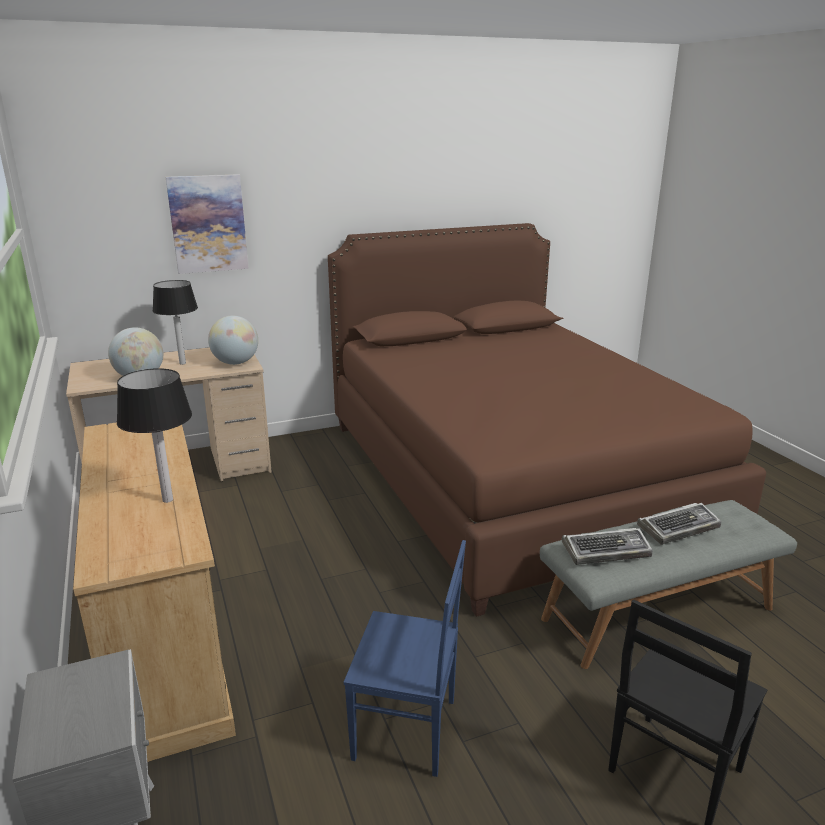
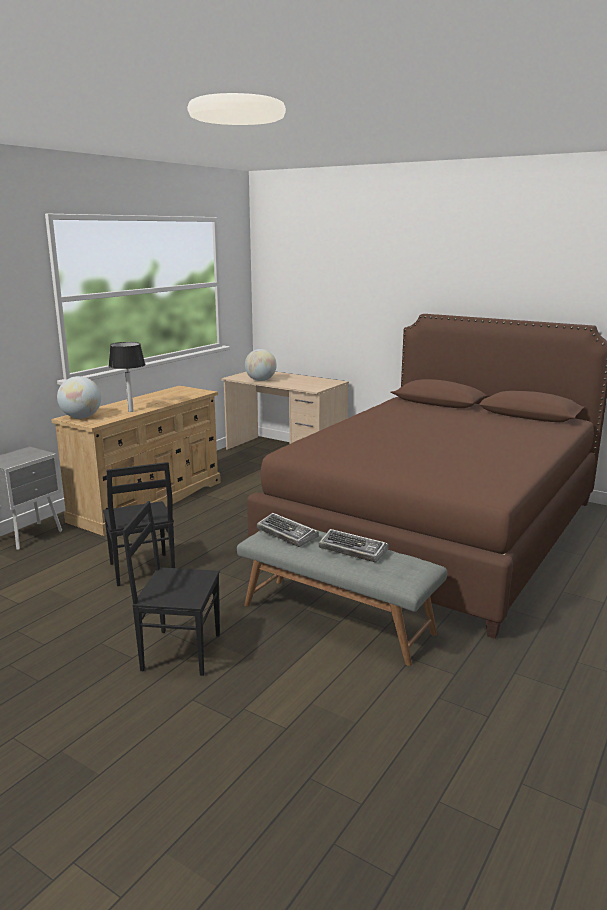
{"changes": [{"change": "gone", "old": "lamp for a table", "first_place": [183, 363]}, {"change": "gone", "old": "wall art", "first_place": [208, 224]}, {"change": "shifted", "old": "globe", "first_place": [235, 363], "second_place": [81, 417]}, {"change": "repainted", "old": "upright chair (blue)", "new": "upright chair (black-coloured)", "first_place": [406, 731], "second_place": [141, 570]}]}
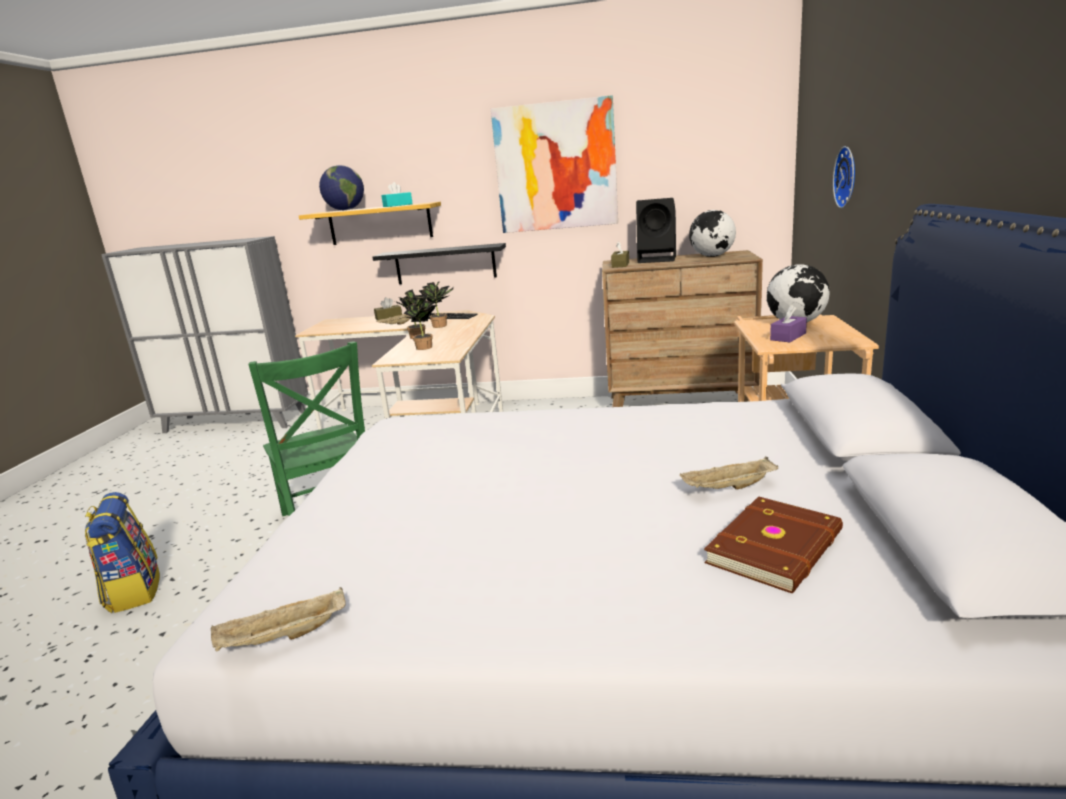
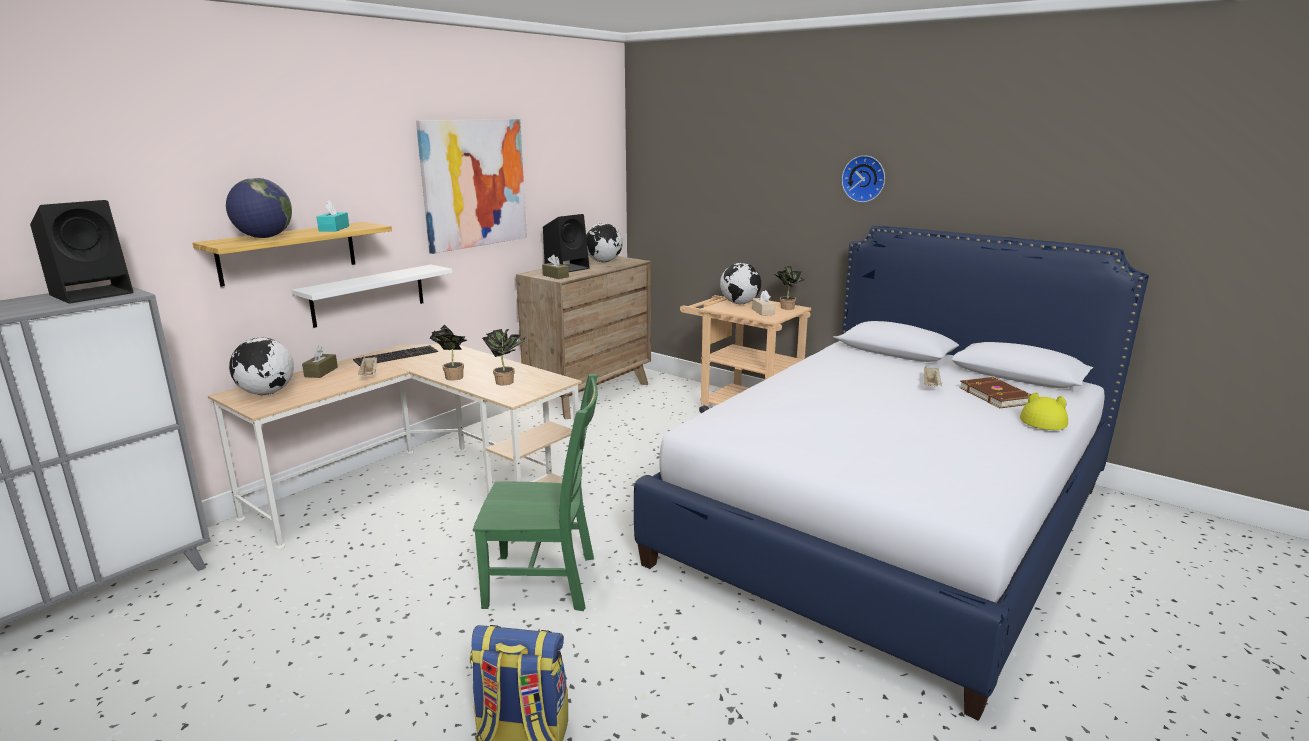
{"changes": [{"change": "gone", "old": "tray (beige-coloured)", "first_place": [283, 638]}, {"change": "new", "new": "loudspeaker (black-coloured)", "second_place": [94, 294]}, {"change": "new", "new": "globe", "second_place": [266, 393]}, {"change": "new", "new": "clothing hat (yellow)", "second_place": [1042, 419]}, {"change": "shifted", "old": "potted plant", "first_place": [442, 325], "second_place": [787, 307]}, {"change": "shifted", "old": "wall clock", "first_place": [848, 177], "second_place": [864, 178]}, {"change": "repainted", "old": "wall shelf (black-coloured)", "new": "wall shelf (white-coloured)", "first_place": [445, 264], "second_place": [368, 295]}, {"change": "repainted", "old": "tissue holder (purple-coloured)", "new": "tissue holder (beige-coloured)", "first_place": [788, 337], "second_place": [763, 312]}]}
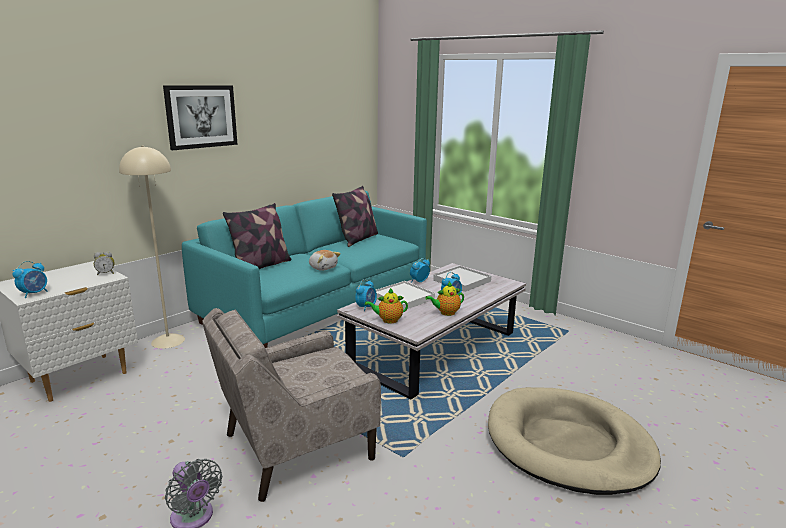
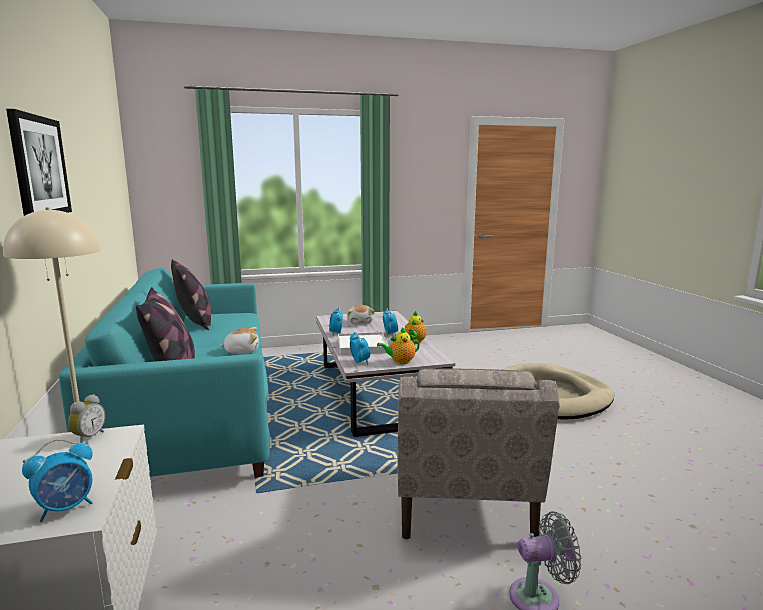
{"changes": [{"change": "swapped", "old": "tray (white-coloured)", "new": "plush toy", "first_place": [462, 281], "second_place": [360, 322]}, {"change": "rotated", "old": "bedside clock", "first_place": [34, 293], "second_place": [66, 508], "degrees": 75}, {"change": "rotated", "old": "pot for tea", "first_place": [388, 320], "second_place": [400, 361], "degrees": 45}]}
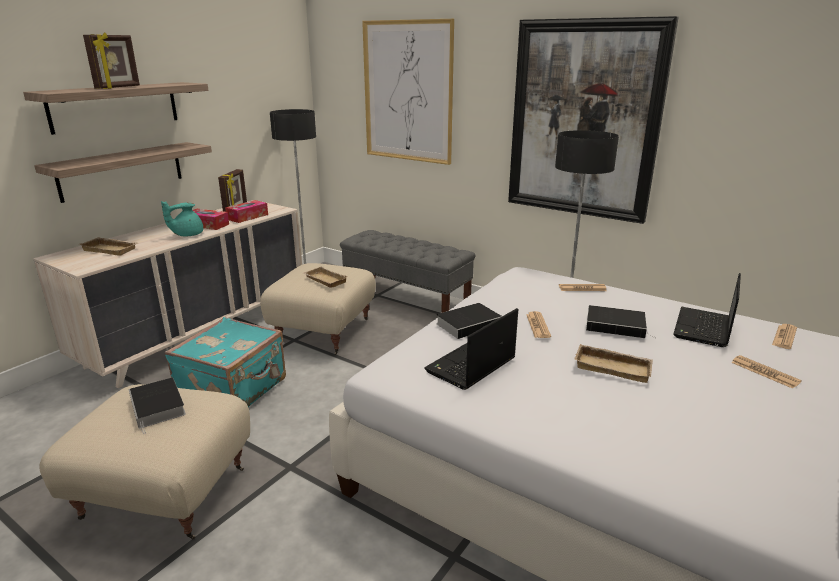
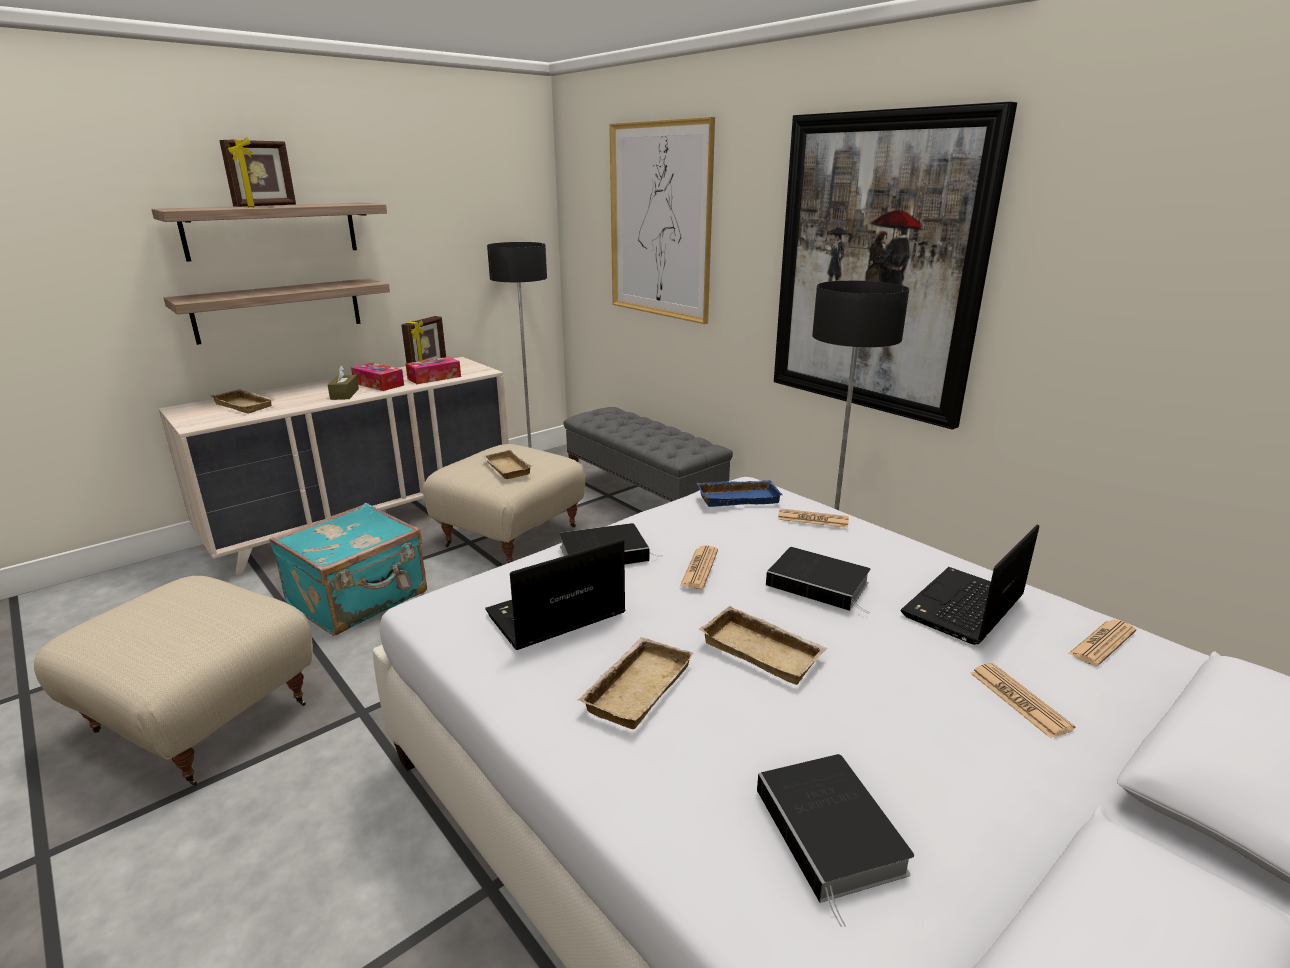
{"changes": [{"change": "new", "new": "tray (beige-coloured)", "second_place": [636, 686]}, {"change": "new", "new": "tray (blue)", "second_place": [738, 497]}, {"change": "shifted", "old": "volume", "first_place": [158, 407], "second_place": [833, 834]}, {"change": "swapped", "old": "pot for tea (blue-green)", "new": "tissue holder (brown-coloured)", "first_place": [187, 234], "second_place": [344, 394]}]}
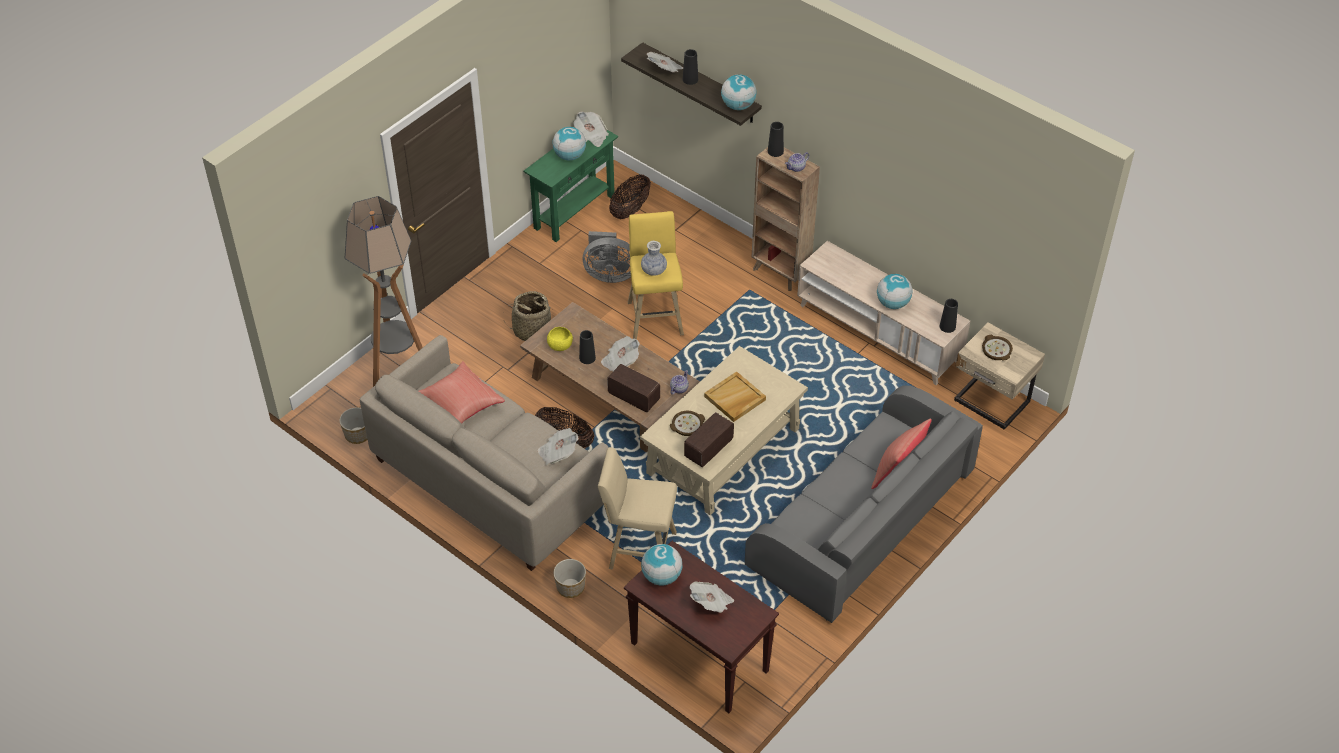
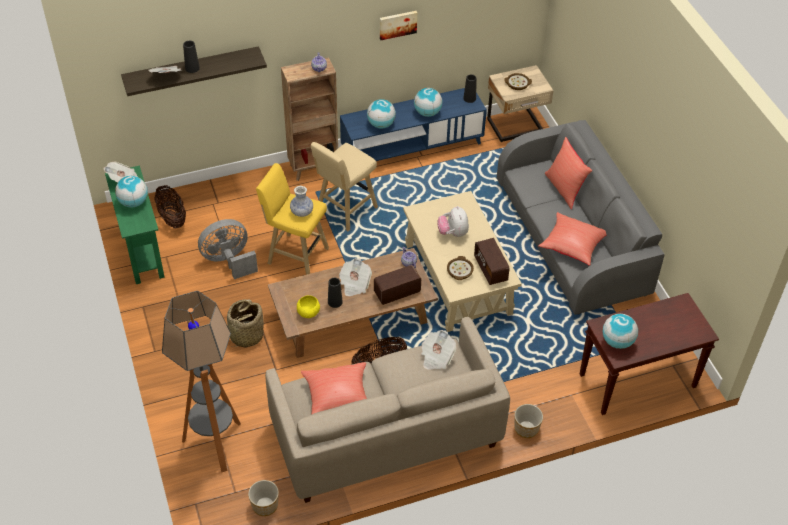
{"changes": [{"change": "gone", "old": "printed paper", "first_place": [711, 603]}, {"change": "gone", "old": "flower vase (black-coloured)", "first_place": [775, 151]}, {"change": "new", "new": "wall art", "second_place": [397, 24]}, {"change": "new", "new": "pillow (red-coloured)", "second_place": [572, 246]}, {"change": "shifted", "old": "sitting stool (beige-coloured)", "first_place": [639, 549], "second_place": [345, 210]}, {"change": "shifted", "old": "globe", "first_place": [738, 106], "second_place": [381, 124]}, {"change": "swapped", "old": "tray (beige-coloured)", "new": "plush toy", "first_place": [735, 399], "second_place": [453, 233]}, {"change": "repainted", "old": "tv unit (beige-coloured)", "new": "tv unit (blue)", "first_place": [878, 333], "second_place": [412, 147]}, {"change": "rotated", "old": "fan (greyish)", "first_place": [609, 274], "second_place": [229, 261], "degrees": -150}]}
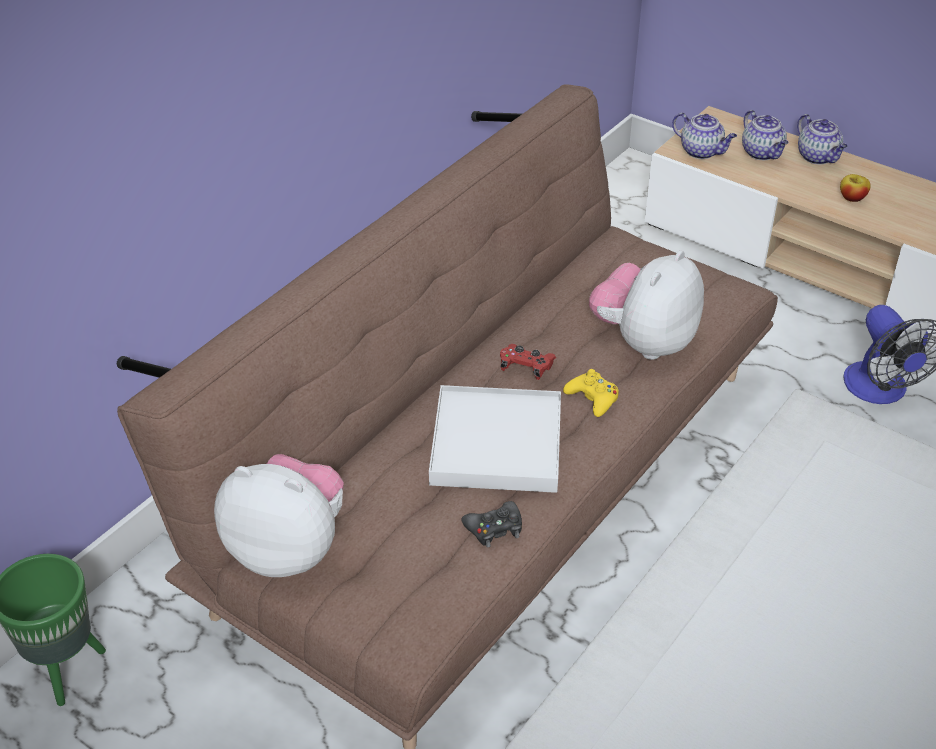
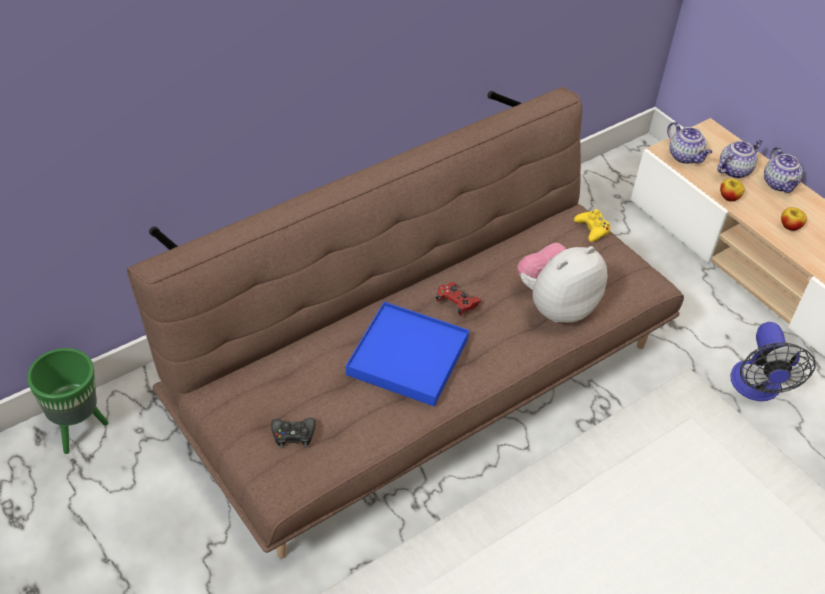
{"changes": [{"change": "gone", "old": "plush toy", "first_place": [288, 549]}, {"change": "new", "new": "apple fruit", "second_place": [729, 197]}, {"change": "shifted", "old": "joypad (black-coloured)", "first_place": [494, 529], "second_place": [293, 435]}, {"change": "shifted", "old": "joypad (yellow)", "first_place": [593, 398], "second_place": [592, 229]}, {"change": "repainted", "old": "tray (white-coloured)", "new": "tray (blue)", "first_place": [496, 443], "second_place": [407, 356]}, {"change": "rotated", "old": "pot for tea", "first_place": [762, 153], "second_place": [734, 170], "degrees": -120}]}
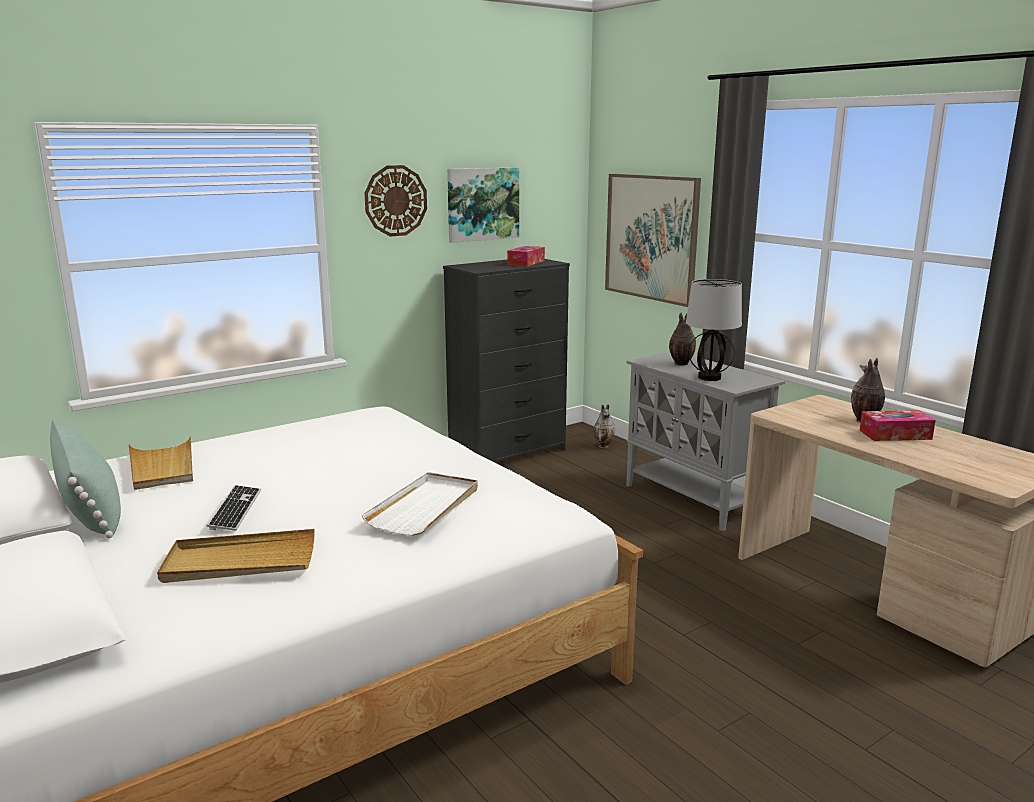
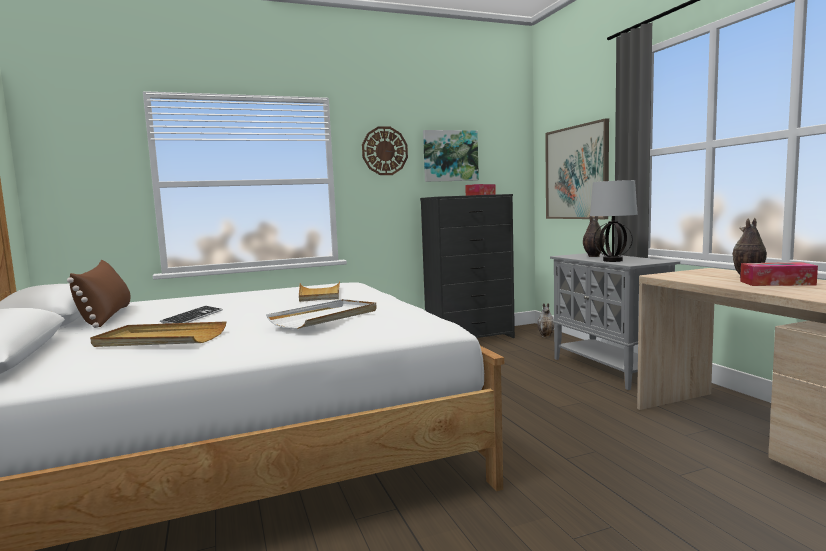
{"changes": [{"change": "shifted", "old": "tray (beige-coloured)", "first_place": [162, 467], "second_place": [319, 294]}, {"change": "repainted", "old": "pillow (greenish)", "new": "pillow (brown-coloured)", "first_place": [90, 508], "second_place": [106, 316]}]}
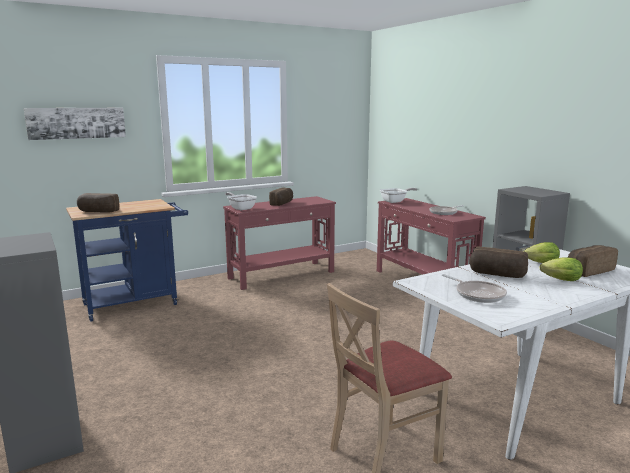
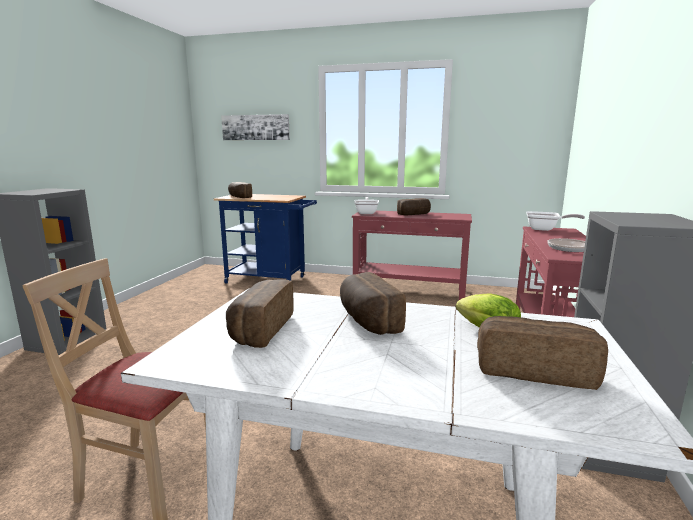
{"changes": [{"change": "gone", "old": "lettuce head", "first_place": [559, 280]}, {"change": "swapped", "old": "frying pan", "new": "bakery bread", "first_place": [477, 294], "second_place": [259, 329]}]}
